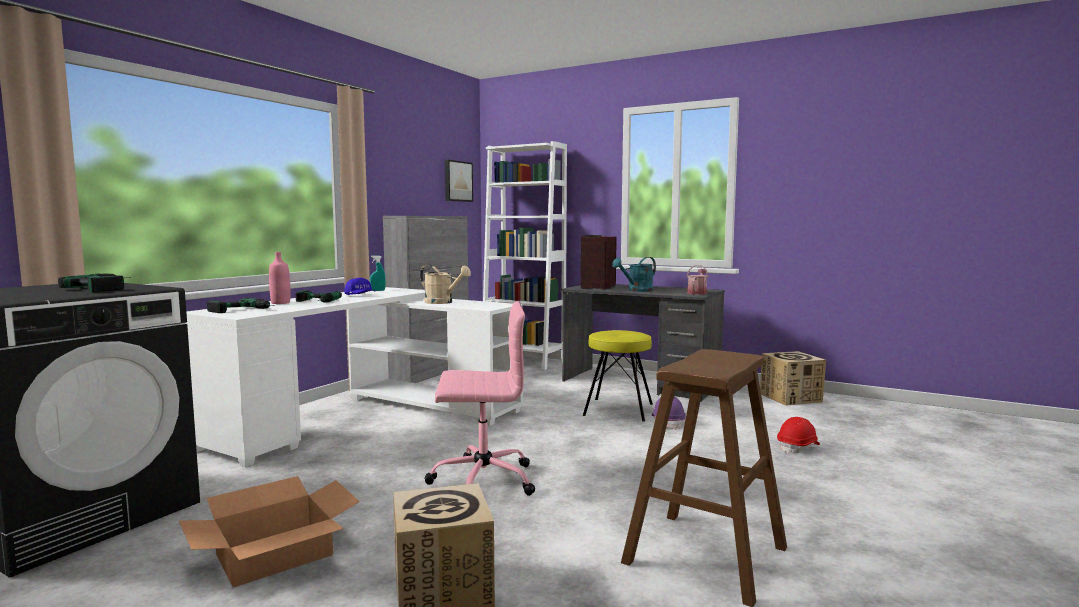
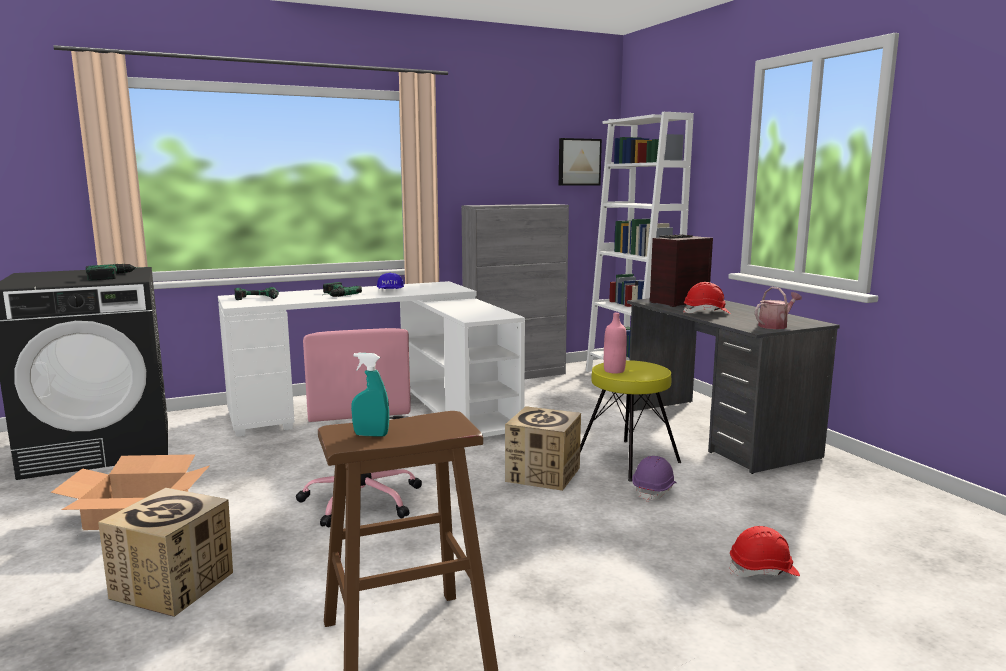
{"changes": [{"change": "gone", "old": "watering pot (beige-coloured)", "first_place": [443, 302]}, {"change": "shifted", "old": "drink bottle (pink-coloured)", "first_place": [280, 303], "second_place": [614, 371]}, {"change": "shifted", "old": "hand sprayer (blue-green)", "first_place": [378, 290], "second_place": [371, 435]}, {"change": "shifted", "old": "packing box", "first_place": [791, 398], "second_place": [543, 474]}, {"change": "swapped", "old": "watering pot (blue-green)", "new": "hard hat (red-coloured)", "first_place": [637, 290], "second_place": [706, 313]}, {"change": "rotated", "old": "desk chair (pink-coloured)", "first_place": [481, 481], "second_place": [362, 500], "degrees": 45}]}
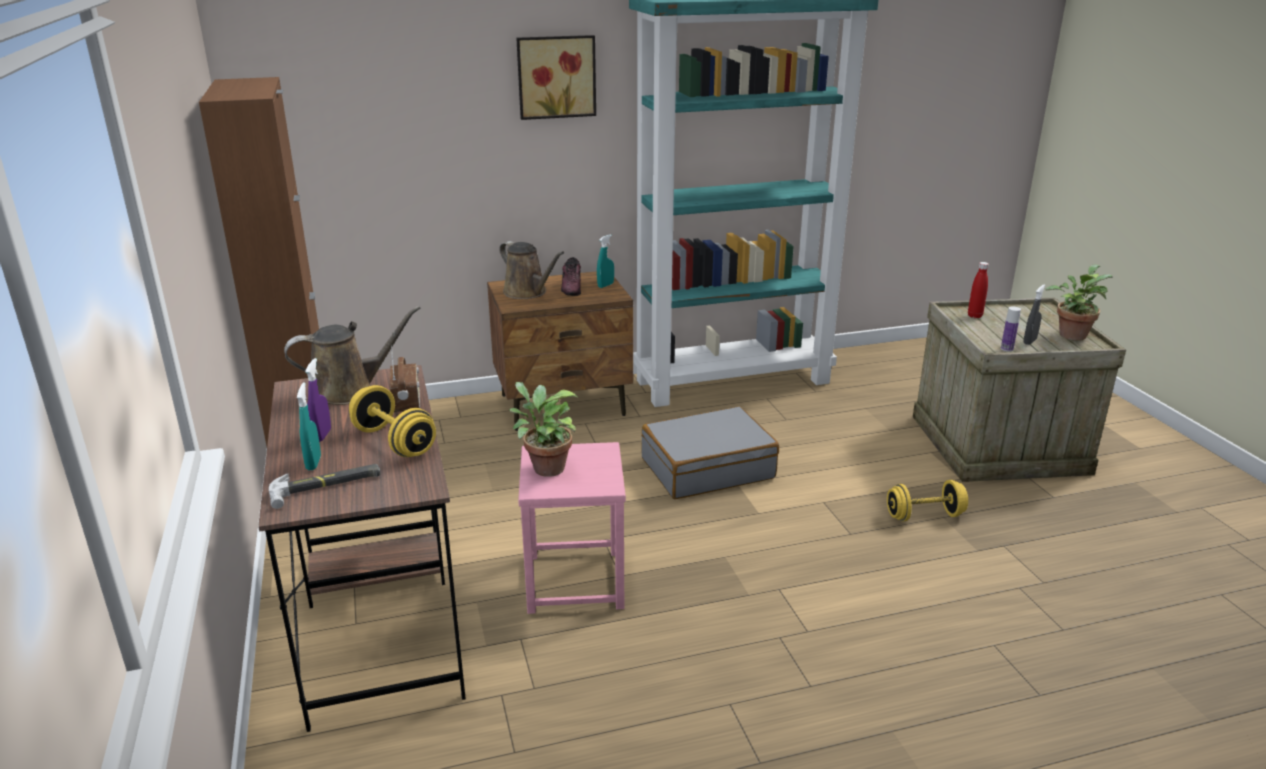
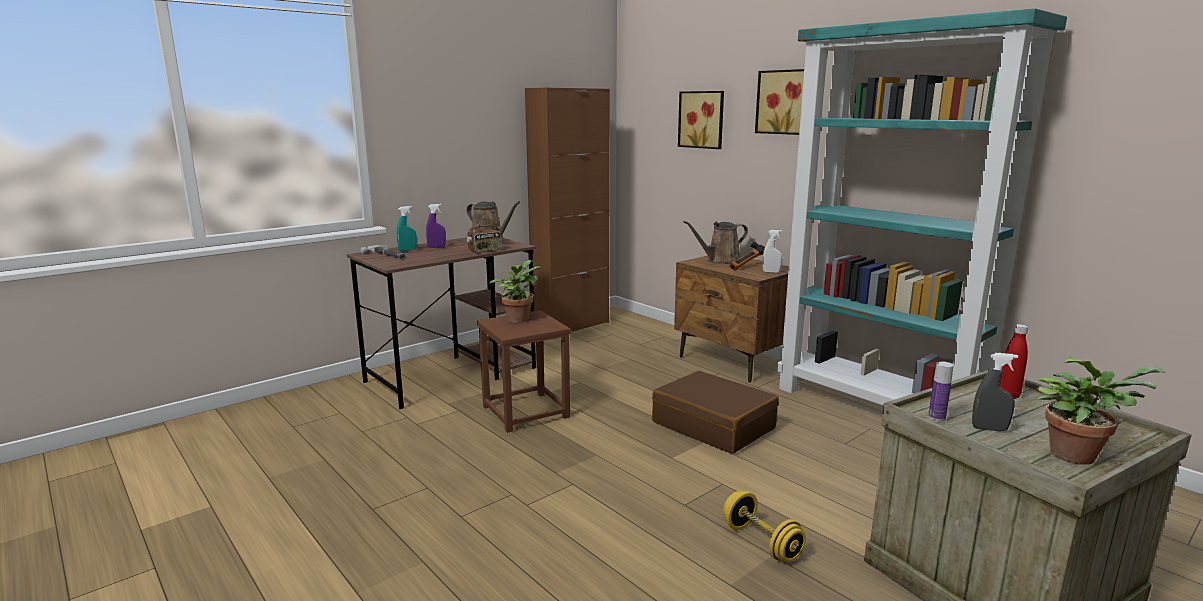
{"changes": [{"change": "gone", "old": "dumbbell (yellow)", "first_place": [394, 442]}, {"change": "new", "new": "wall art", "second_place": [702, 119]}, {"change": "swapped", "old": "low shoe", "new": "hammer", "first_place": [572, 287], "second_place": [750, 266]}, {"change": "repainted", "old": "sitting stool (pink-coloured)", "new": "sitting stool (brown-coloured)", "first_place": [576, 581], "second_place": [525, 412]}, {"change": "repainted", "old": "hand sprayer (blue-green)", "new": "hand sprayer (white-coloured)", "first_place": [605, 285], "second_place": [771, 272]}, {"change": "repainted", "old": "suitcase (greyish)", "new": "suitcase (brown-coloured)", "first_place": [707, 468], "second_place": [714, 425]}, {"change": "rotated", "old": "watering pot (brown-coloured)", "first_place": [528, 292], "second_place": [720, 261], "degrees": 45}]}
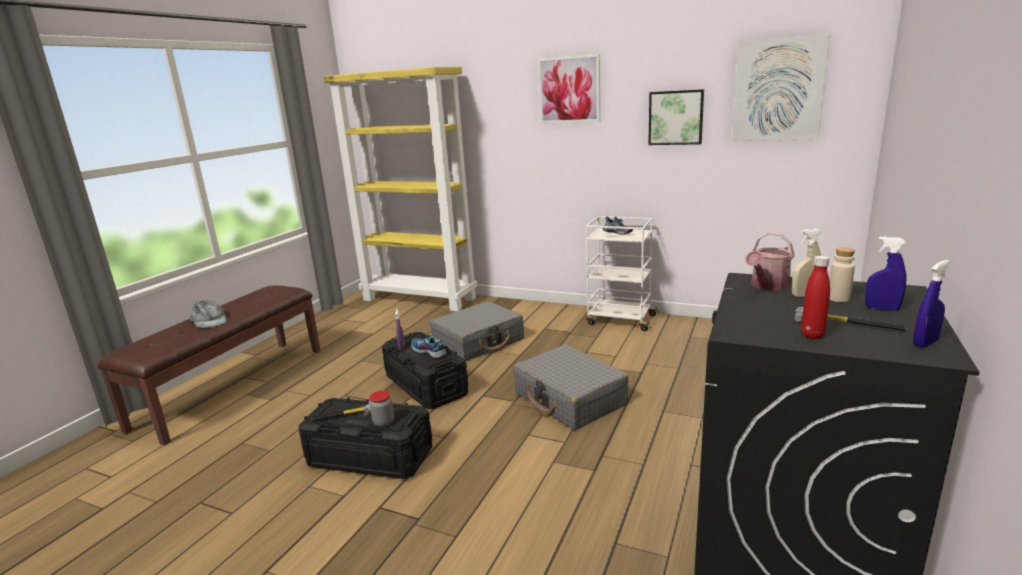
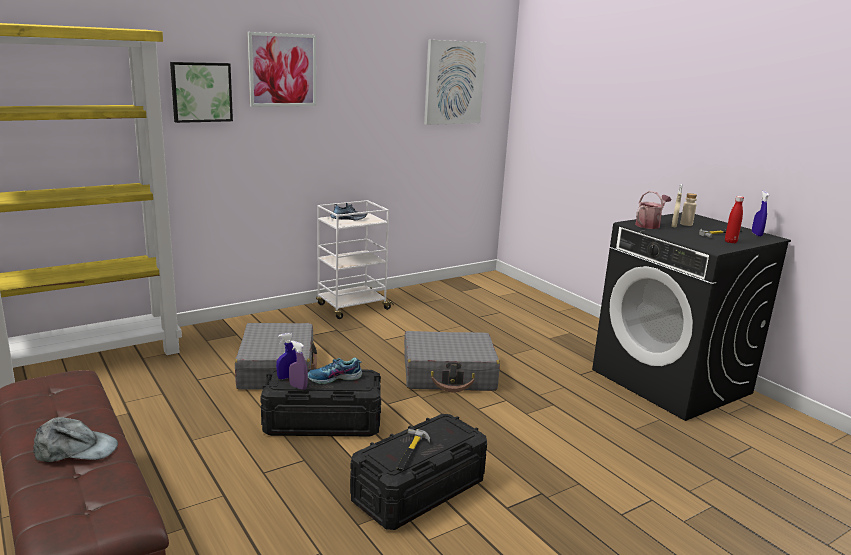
{"changes": [{"change": "gone", "old": "preserve jar", "first_place": [383, 422]}, {"change": "shifted", "old": "wall art", "first_place": [676, 117], "second_place": [201, 92]}, {"change": "shifted", "old": "hand sprayer (blue)", "first_place": [882, 308], "second_place": [287, 377]}, {"change": "rotated", "old": "watering pot", "first_place": [767, 286], "second_place": [649, 225], "degrees": -120}]}
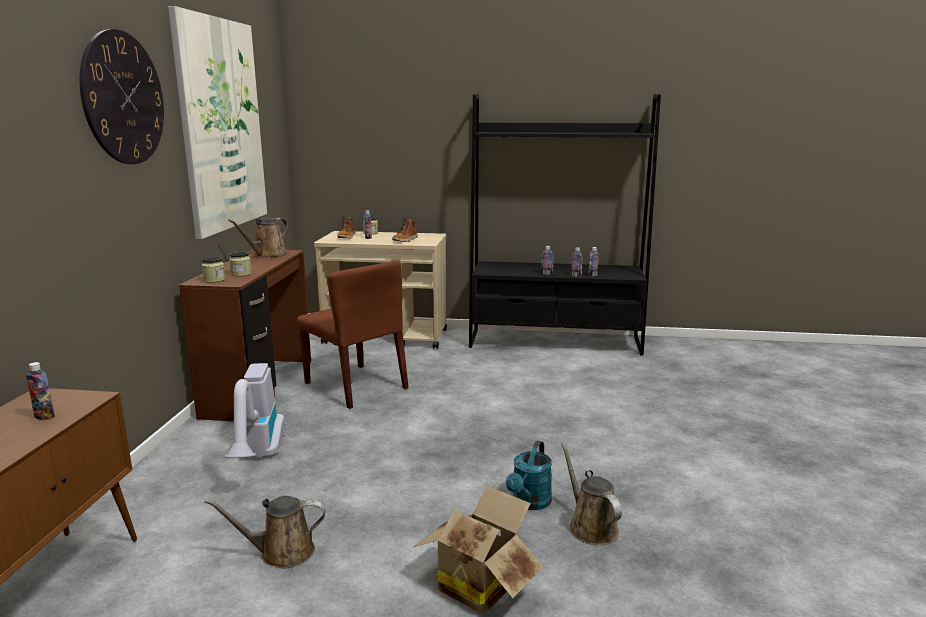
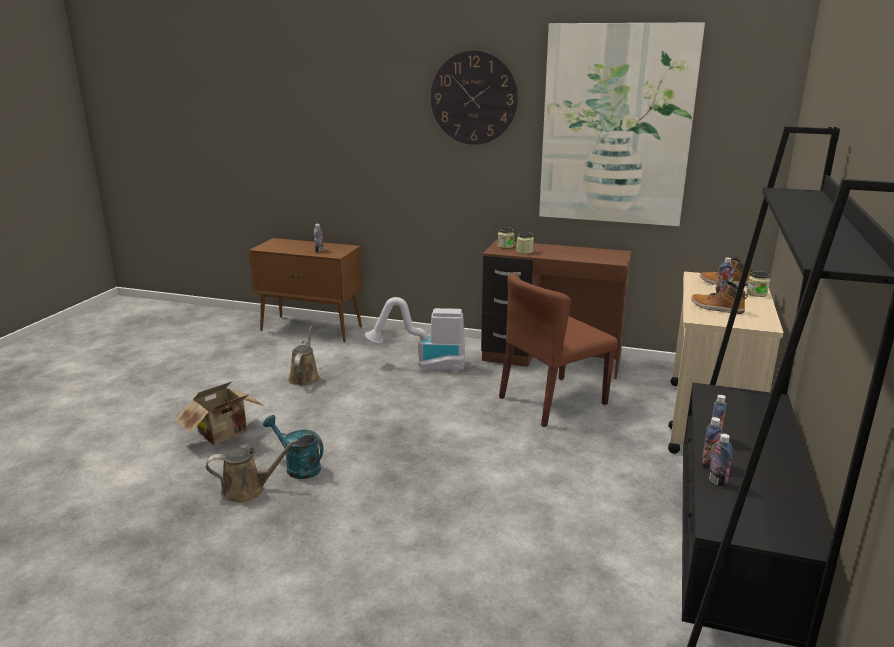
{"changes": [{"change": "gone", "old": "watering pot (brown-coloured)", "first_place": [267, 255]}]}
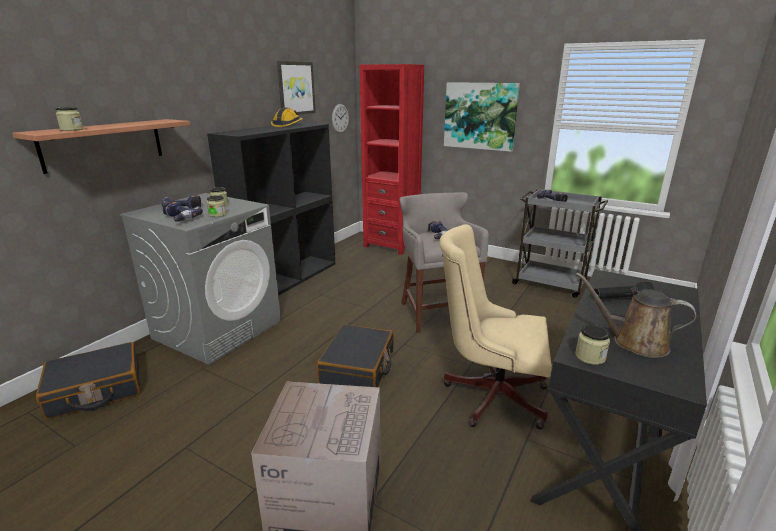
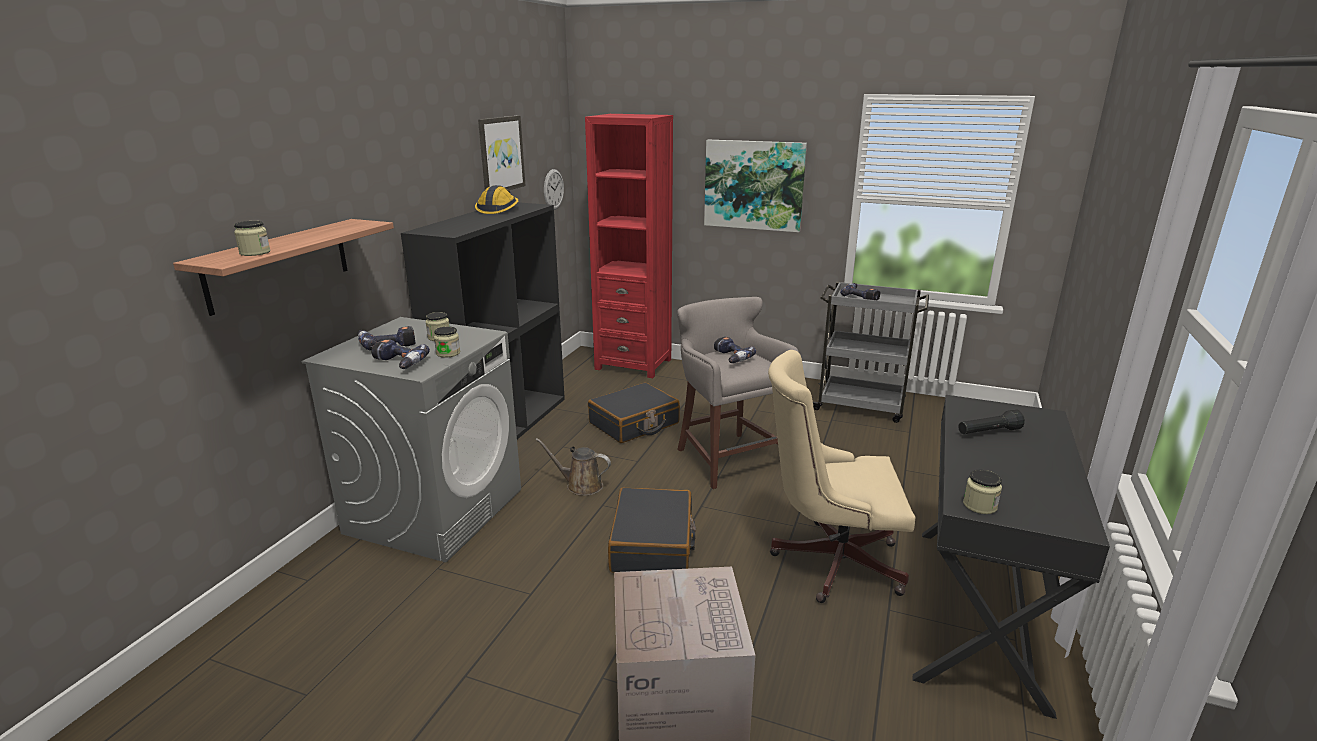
{"changes": [{"change": "shifted", "old": "suitcase (black-coloured)", "first_place": [96, 390], "second_place": [634, 424]}, {"change": "shifted", "old": "watering pot (brown-coloured)", "first_place": [634, 342], "second_place": [581, 485]}]}
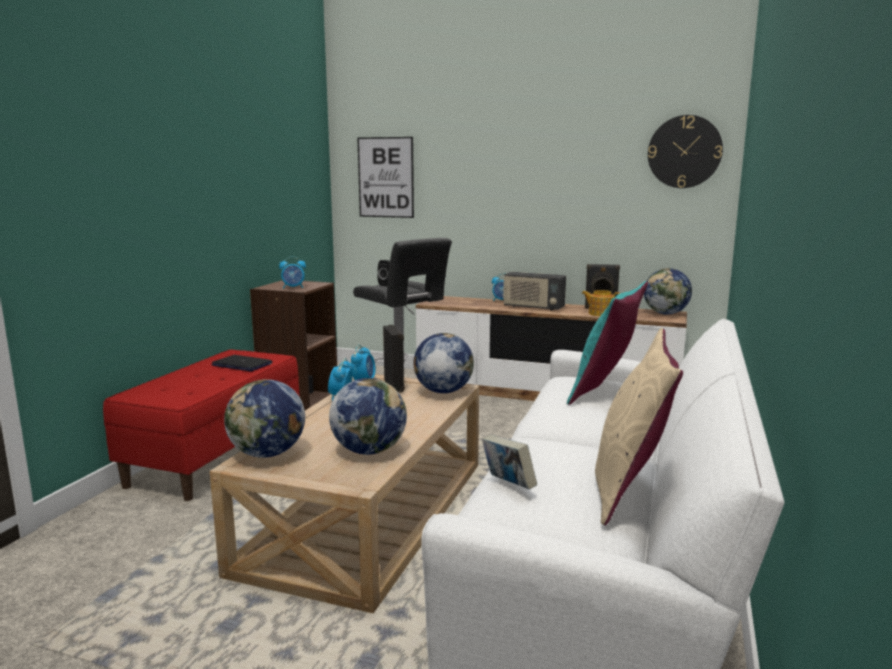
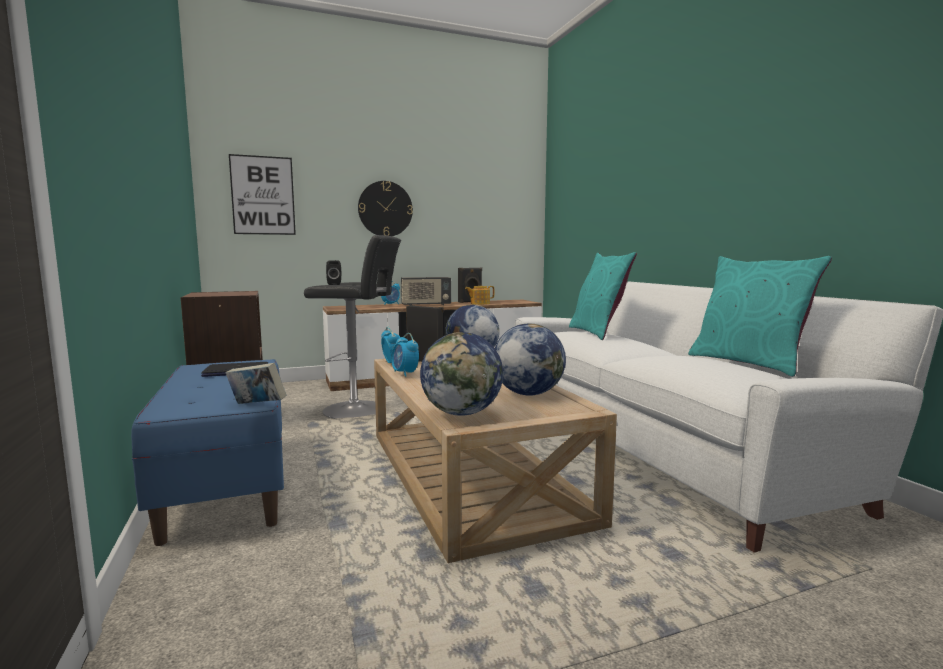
{"changes": [{"change": "gone", "old": "bedside clock", "first_place": [293, 287]}, {"change": "gone", "old": "globe", "first_place": [666, 313]}, {"change": "shifted", "old": "volume", "first_place": [508, 485], "second_place": [257, 406]}, {"change": "shifted", "old": "wall clock", "first_place": [684, 152], "second_place": [385, 209]}, {"change": "repainted", "old": "indoor bench (red-coloured)", "new": "indoor bench (blue)", "first_place": [216, 456], "second_place": [227, 483]}, {"change": "repainted", "old": "pillow (beige-coloured)", "new": "pillow (blue-green)", "first_place": [630, 489], "second_place": [748, 363]}]}
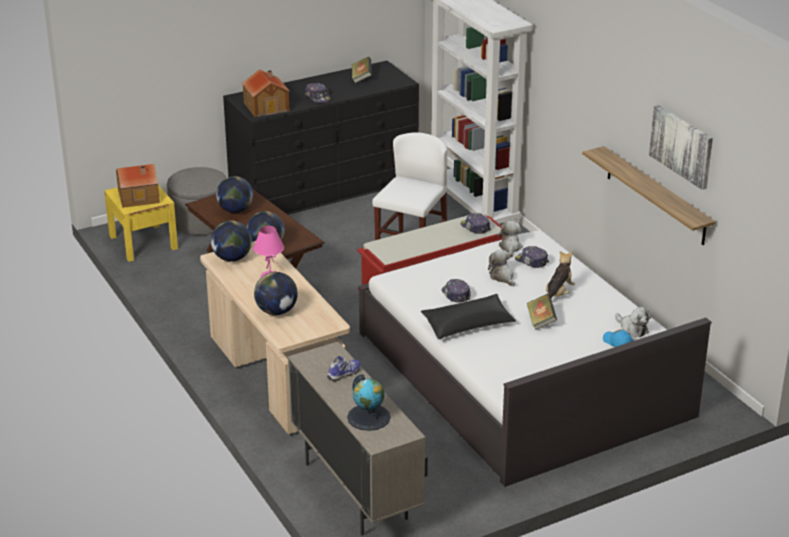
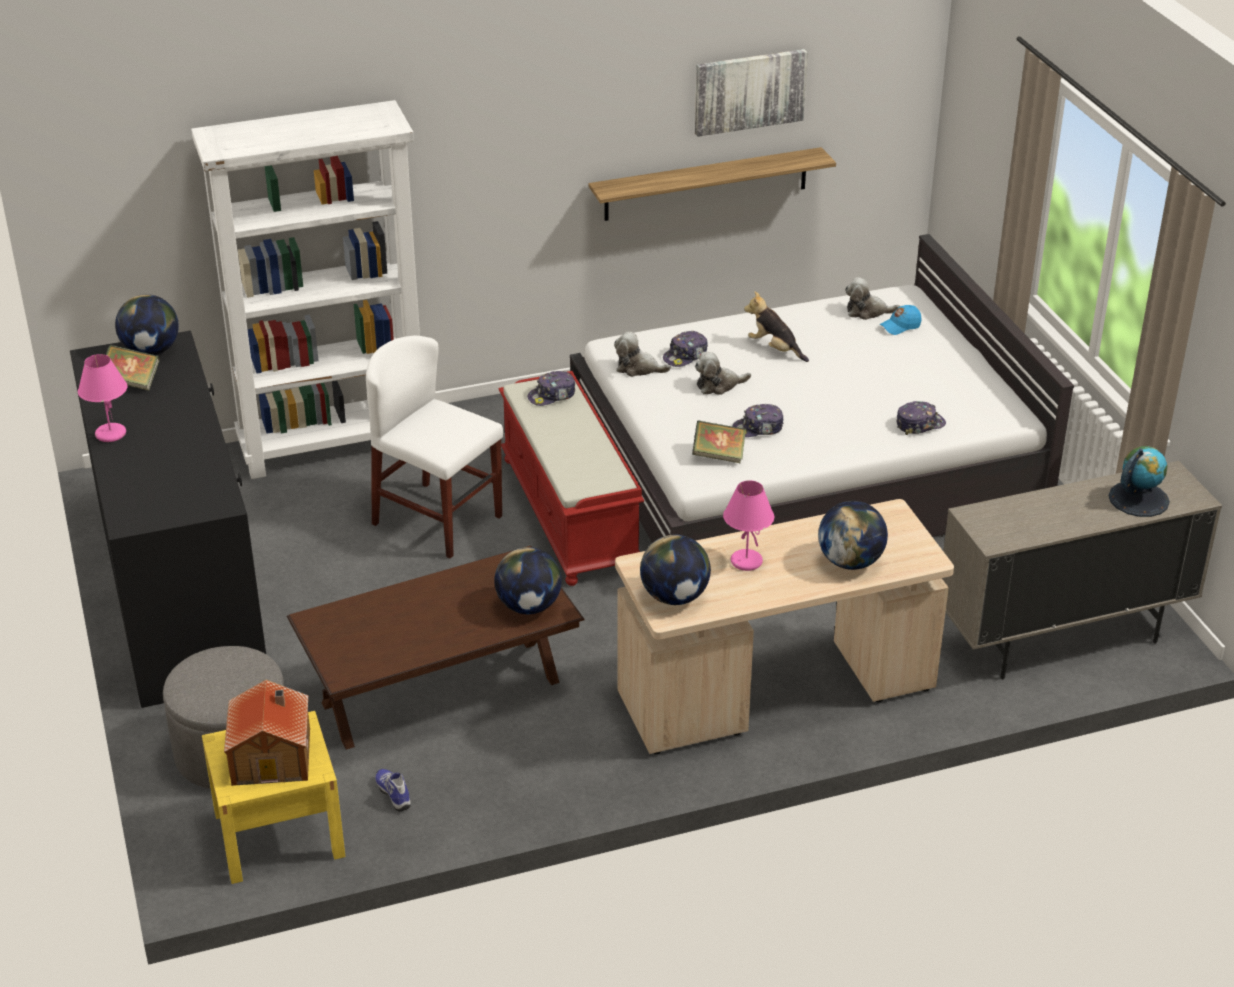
{"changes": [{"change": "gone", "old": "miniature house", "first_place": [267, 106]}, {"change": "gone", "old": "pillow (black-coloured)", "first_place": [467, 325]}, {"change": "new", "new": "lamp for a table (pink-coloured)", "second_place": [110, 434]}, {"change": "shifted", "old": "globe", "first_place": [235, 210], "second_place": [151, 351]}, {"change": "shifted", "old": "cap", "first_place": [317, 97], "second_place": [919, 424]}, {"change": "shifted", "old": "low shoe", "first_place": [344, 374], "second_place": [394, 794]}, {"change": "shifted", "old": "volume", "first_place": [541, 321], "second_place": [718, 455]}, {"change": "rotated", "old": "plush toy", "first_place": [632, 329], "second_place": [867, 311], "degrees": -150}]}
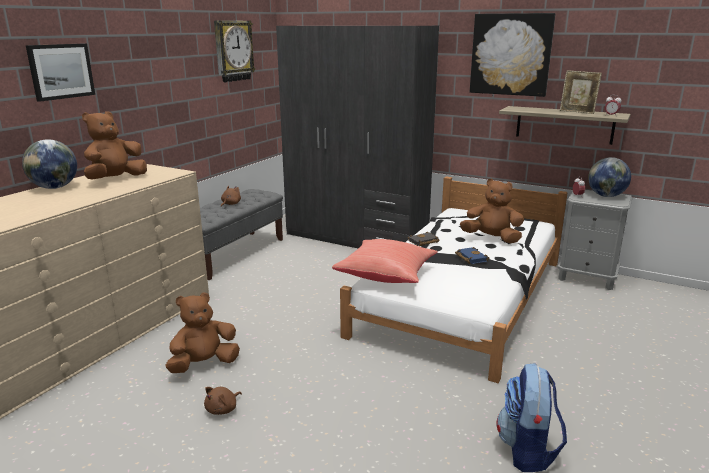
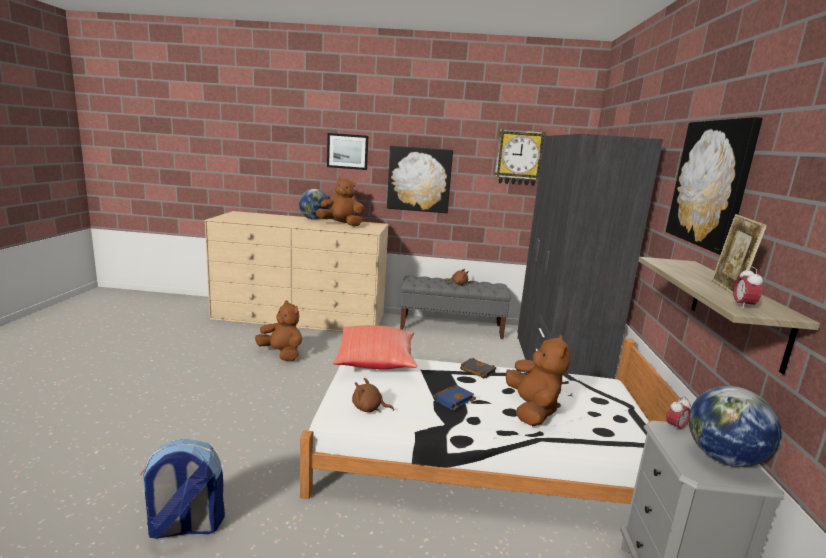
{"changes": [{"change": "new", "new": "wall art", "second_place": [419, 179]}, {"change": "shifted", "old": "plush toy (brown-coloured)", "first_place": [223, 409], "second_place": [369, 408]}]}
